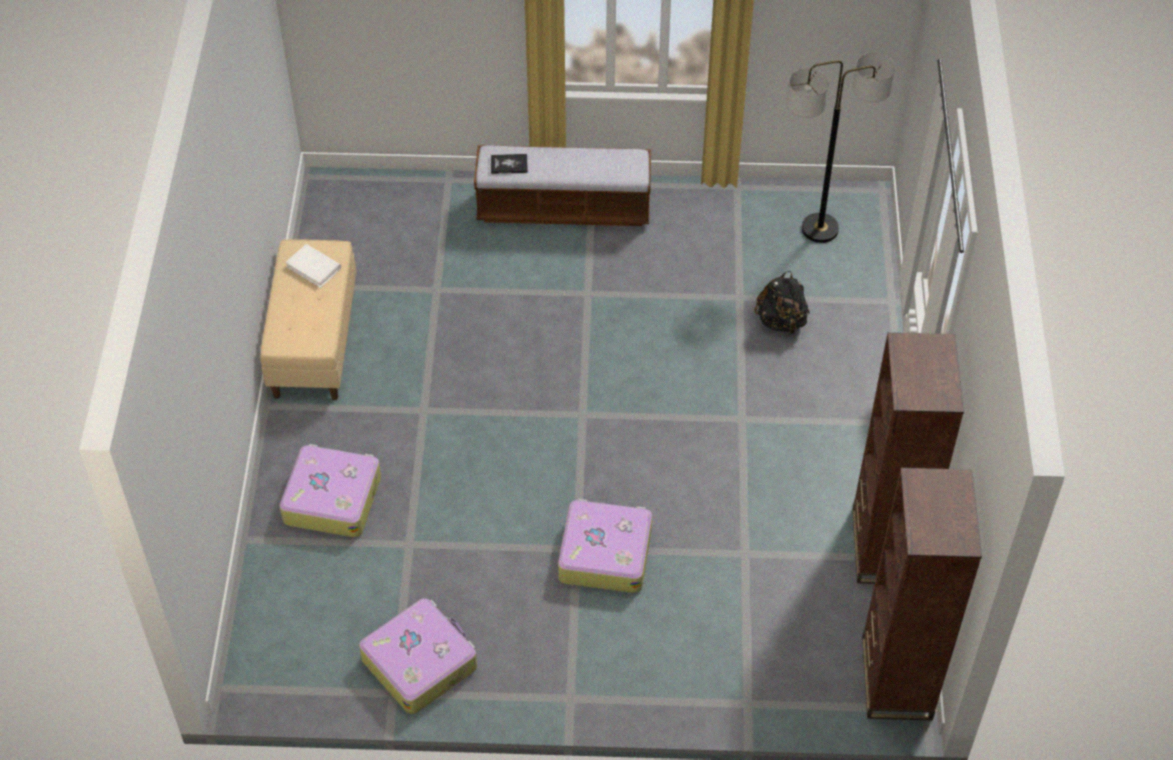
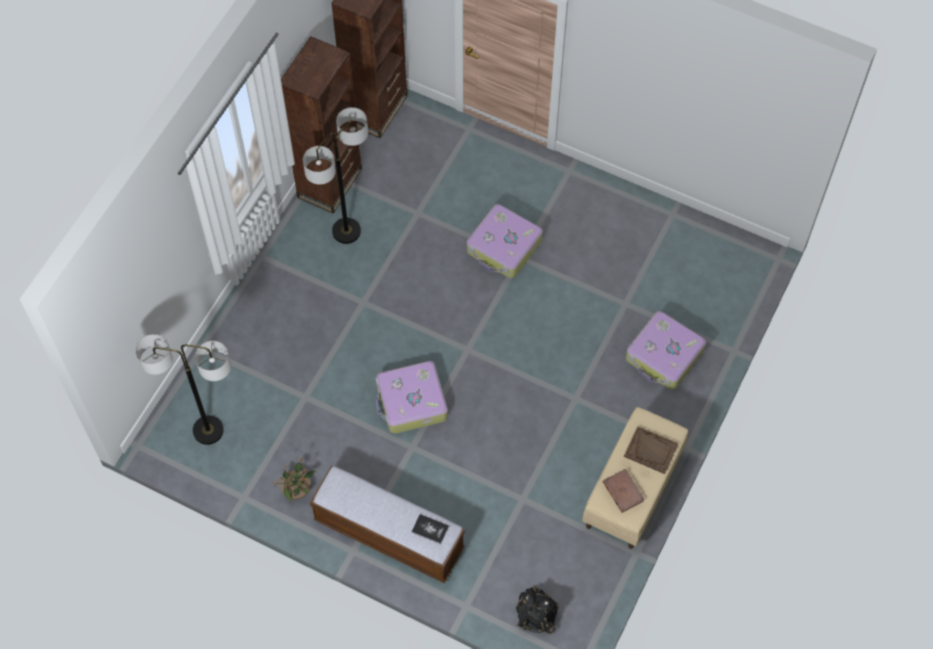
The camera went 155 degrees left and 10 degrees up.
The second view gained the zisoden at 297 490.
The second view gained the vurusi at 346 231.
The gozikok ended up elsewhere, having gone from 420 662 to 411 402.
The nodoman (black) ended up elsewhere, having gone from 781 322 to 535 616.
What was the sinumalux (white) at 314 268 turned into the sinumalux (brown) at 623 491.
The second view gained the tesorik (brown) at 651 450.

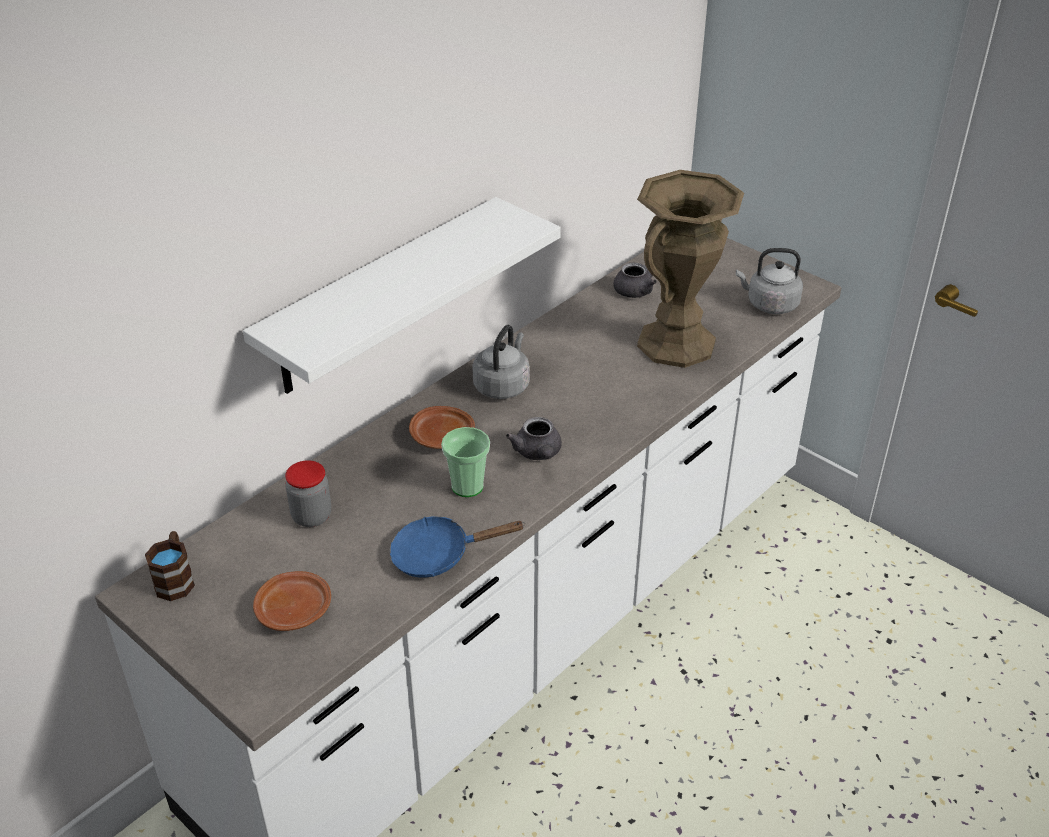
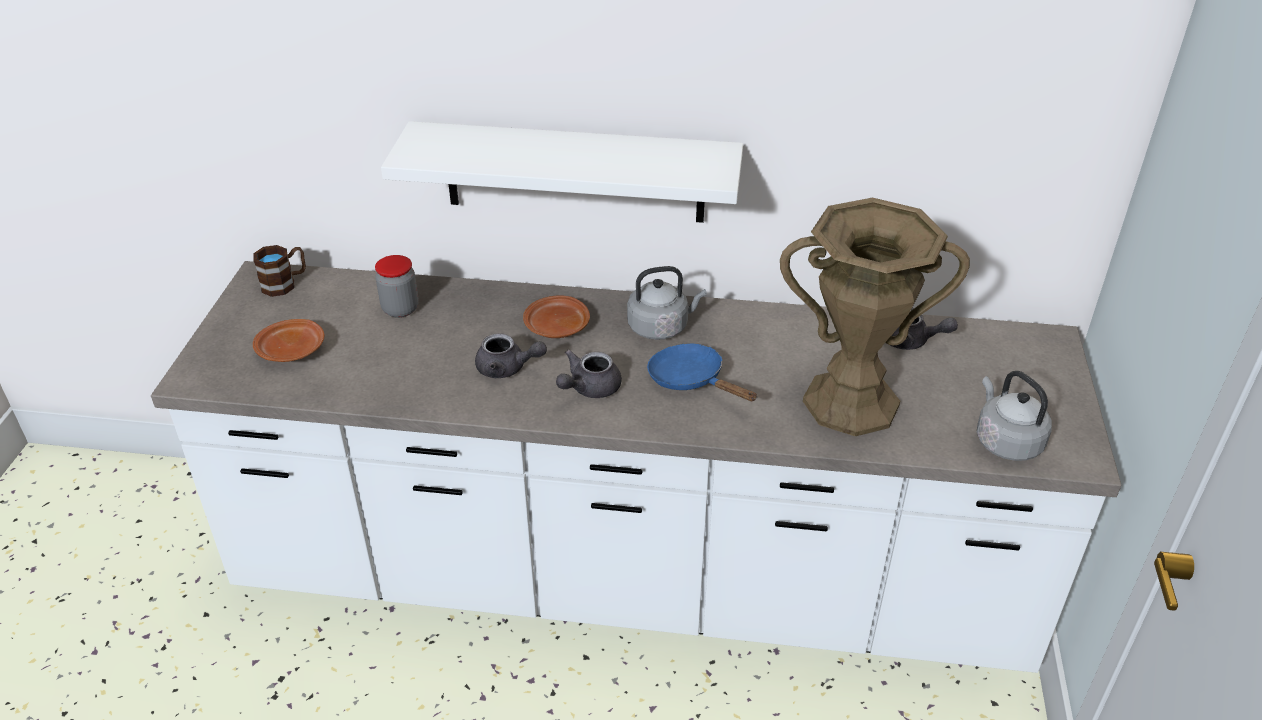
The camera went 55 degrees right and 0 degrees up.
Where the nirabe stood at 467 486, the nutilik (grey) came to stand at 507 368.
The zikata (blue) ended up elsewhere, having gone from 439 555 to 691 380.

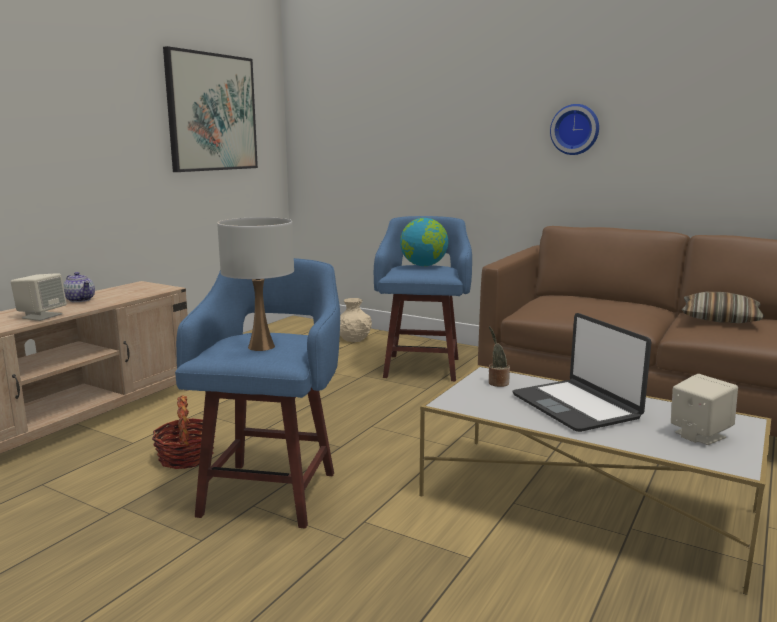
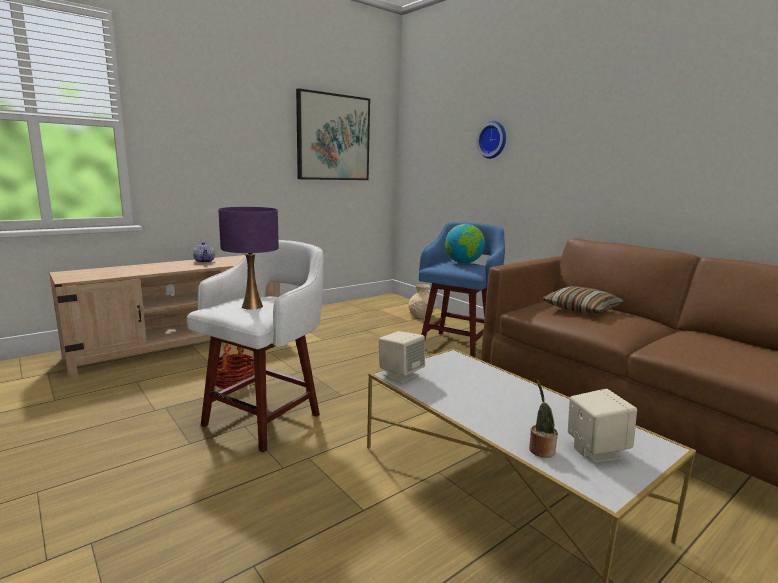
The camera went 20 degrees right and 0 degrees up.
What was the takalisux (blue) at 270 491 turned into the takalisux (white) at 265 418.
What was the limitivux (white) at 260 347 turned into the limitivux (purple) at 252 306.
The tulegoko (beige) ended up elsewhere, having gone from 42 316 to 400 375.
The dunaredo ended up elsewhere, having gone from 575 129 to 493 140.
The zisoden ended up elsewhere, having gone from 497 382 to 540 449.
The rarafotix ended up elsewhere, having gone from 720 319 to 581 310.
The second view lost the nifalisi at 576 406.

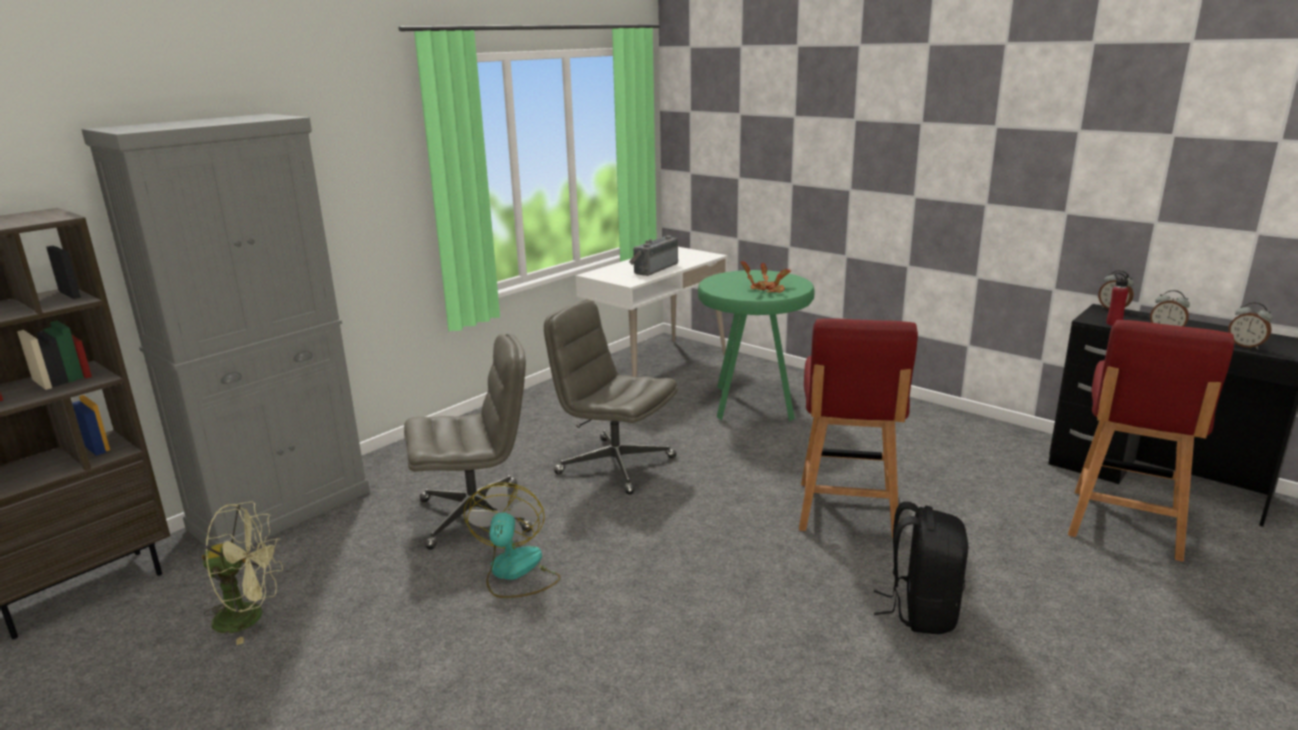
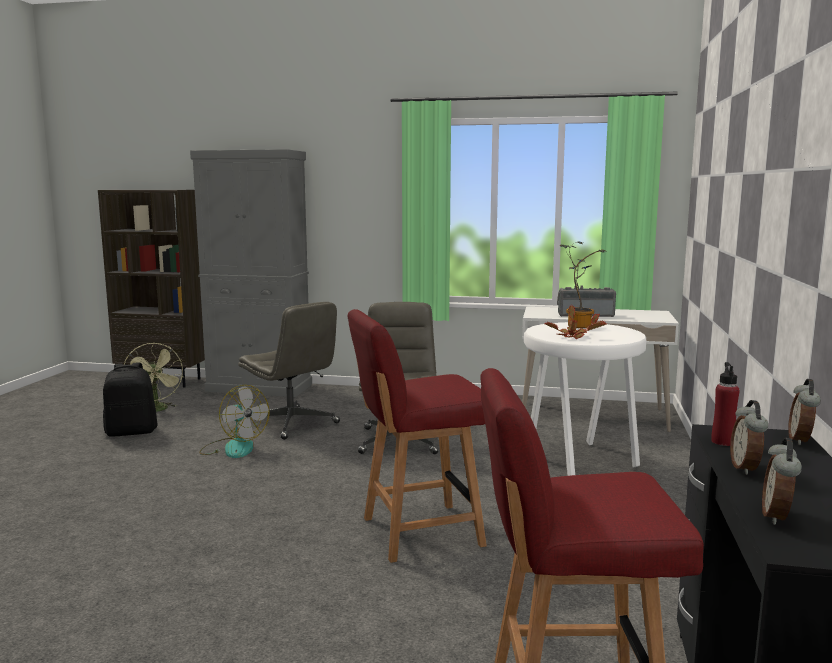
The camera went 60 degrees right and 10 degrees down.
The nodoman (black) ended up elsewhere, having gone from 920 611 to 132 432.
The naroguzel at 515 572 ended up facing another way, 75 degrees clockwise from before.
What was the takalisux (green) at 752 405 turned into the takalisux (white) at 578 461.
The second view gained the zisoden at 578 325.

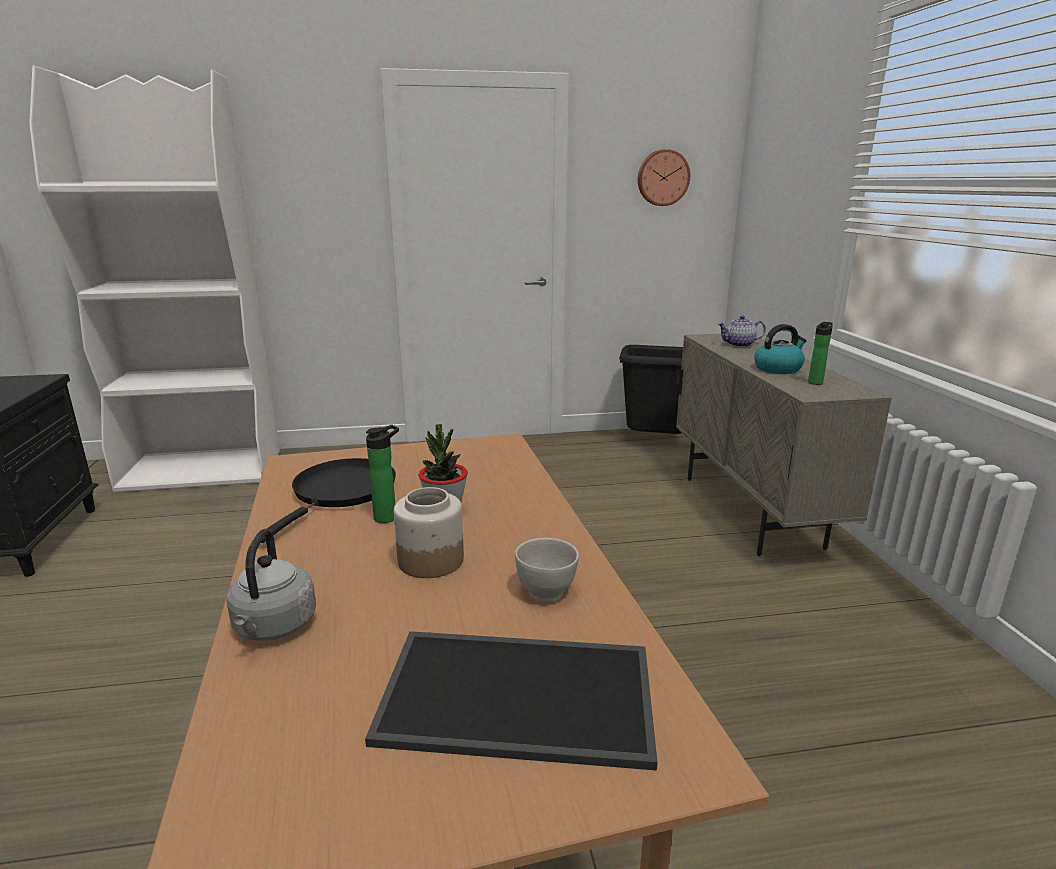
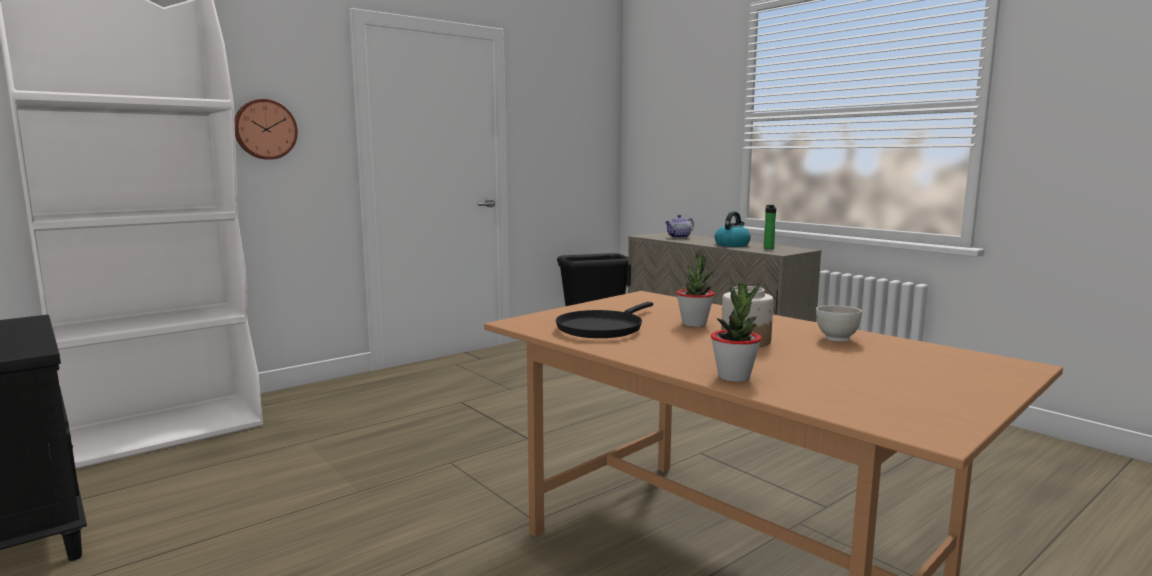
The camera went 30 degrees left and 10 degrees down.
The dunaredo ended up elsewhere, having gone from 662 178 to 265 129.
The zikata (black) at 341 492 ended up facing another way, 135 degrees counterclockwise from before.
Where the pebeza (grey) stood at 274 627, the zisoden came to stand at 734 377.
The second view lost the tesorik at 521 693.
The second view lost the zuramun at 388 517.

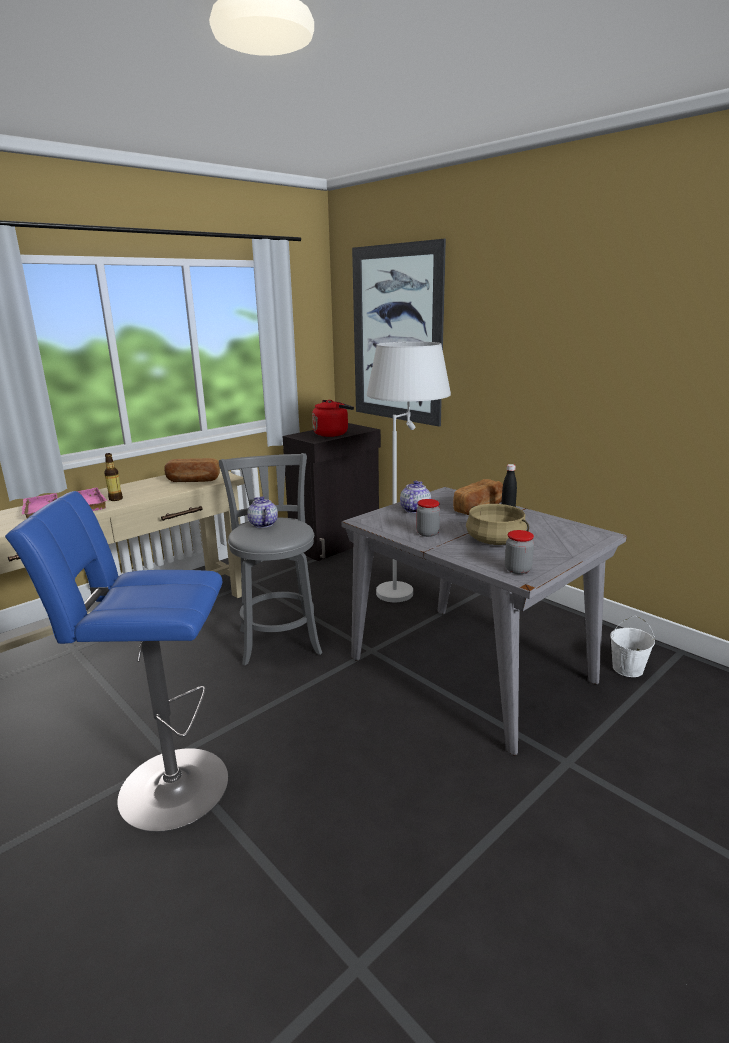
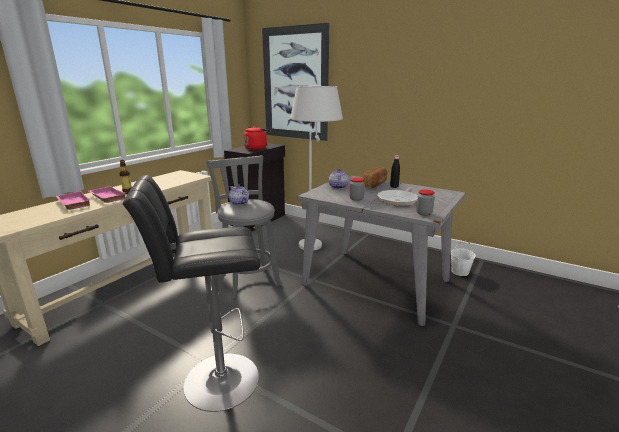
The camera went 15 degrees left and 0 degrees up.
What was the takalisux (blue) at 165 787 turned into the takalisux (black) at 215 381.
Where the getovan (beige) stood at 495 541, the zikata came to stand at 398 200.
The second view lost the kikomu at 193 480.

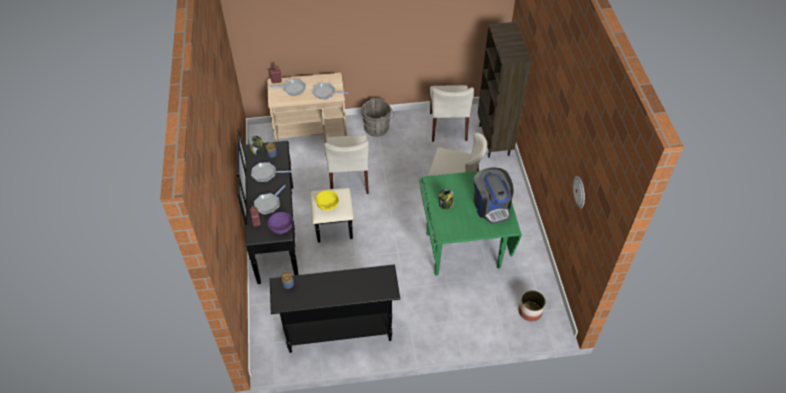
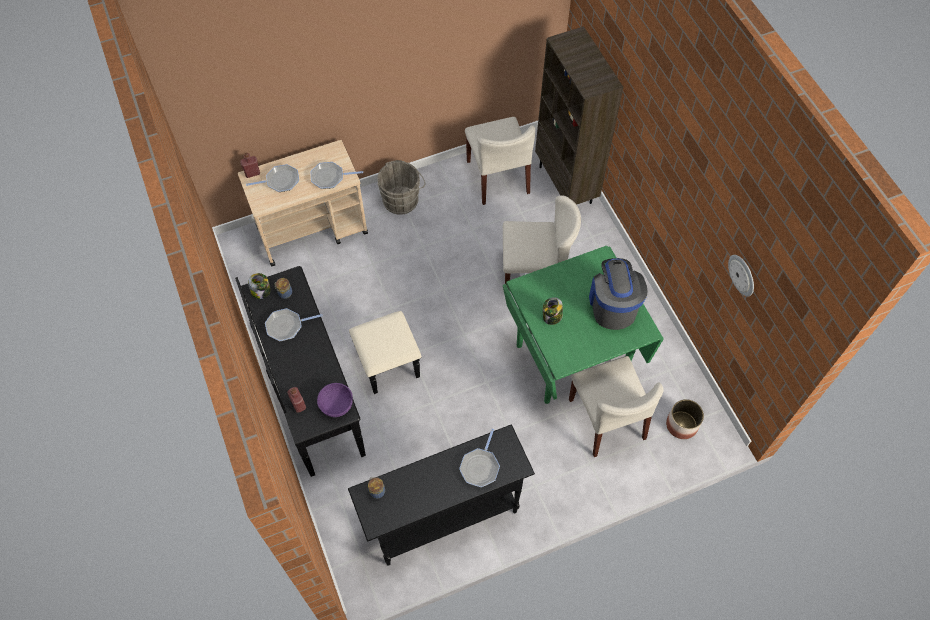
The camera went 15 degrees left and 10 degrees up.
The zikata ended up elsewhere, having gone from 268 204 to 480 466.
The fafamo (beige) ended up elsewhere, having gone from 349 178 to 607 419.
The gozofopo at 491 206 ended up facing another way, 150 degrees counterclockwise from before.
The second view lost the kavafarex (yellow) at 327 205.

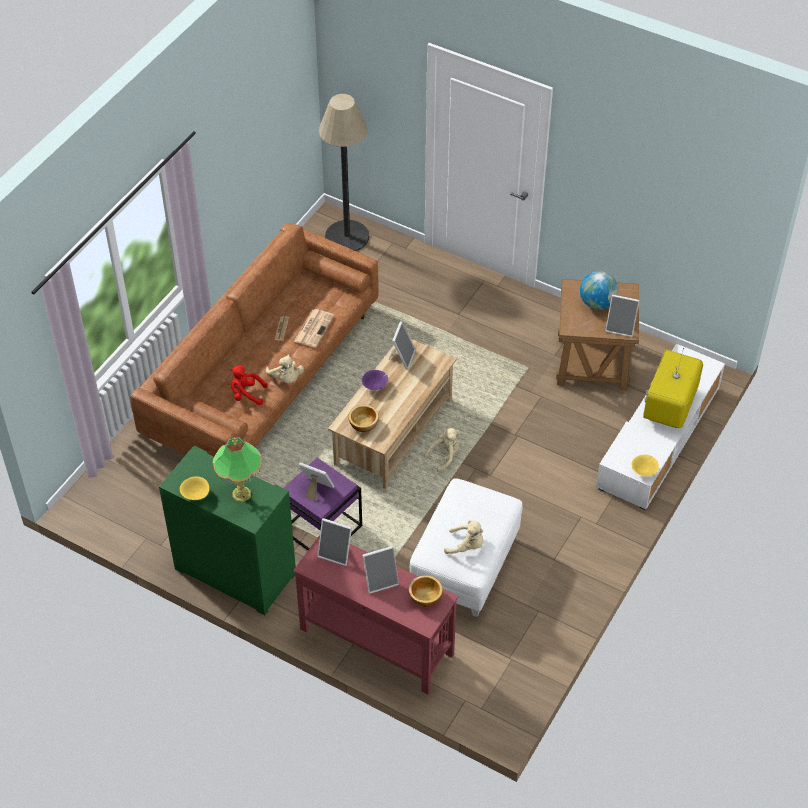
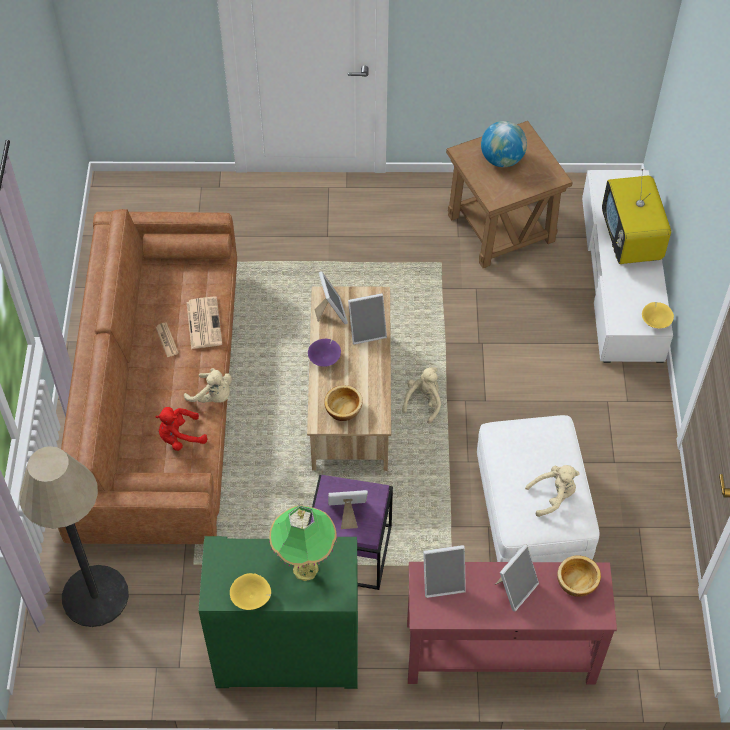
The camera went 30 degrees left and 5 degrees up.
The vurusi ended up elsewhere, having gone from 347 236 to 95 596.
The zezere ended up elsewhere, having gone from 620 327 to 367 331.

